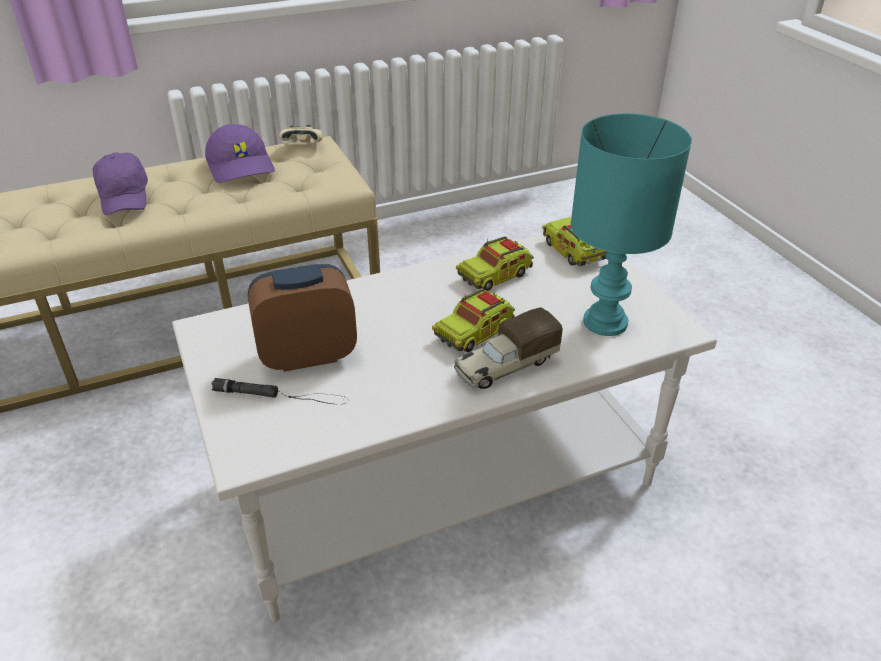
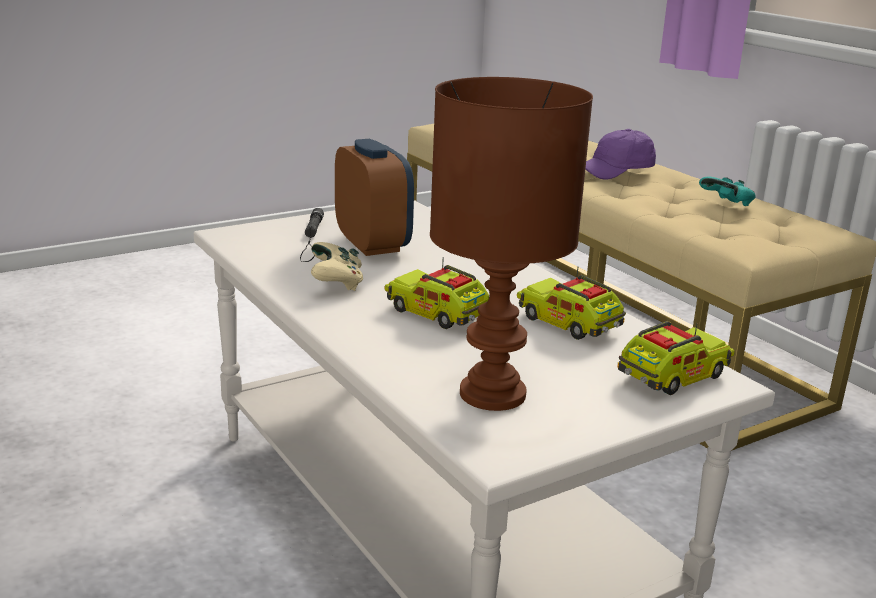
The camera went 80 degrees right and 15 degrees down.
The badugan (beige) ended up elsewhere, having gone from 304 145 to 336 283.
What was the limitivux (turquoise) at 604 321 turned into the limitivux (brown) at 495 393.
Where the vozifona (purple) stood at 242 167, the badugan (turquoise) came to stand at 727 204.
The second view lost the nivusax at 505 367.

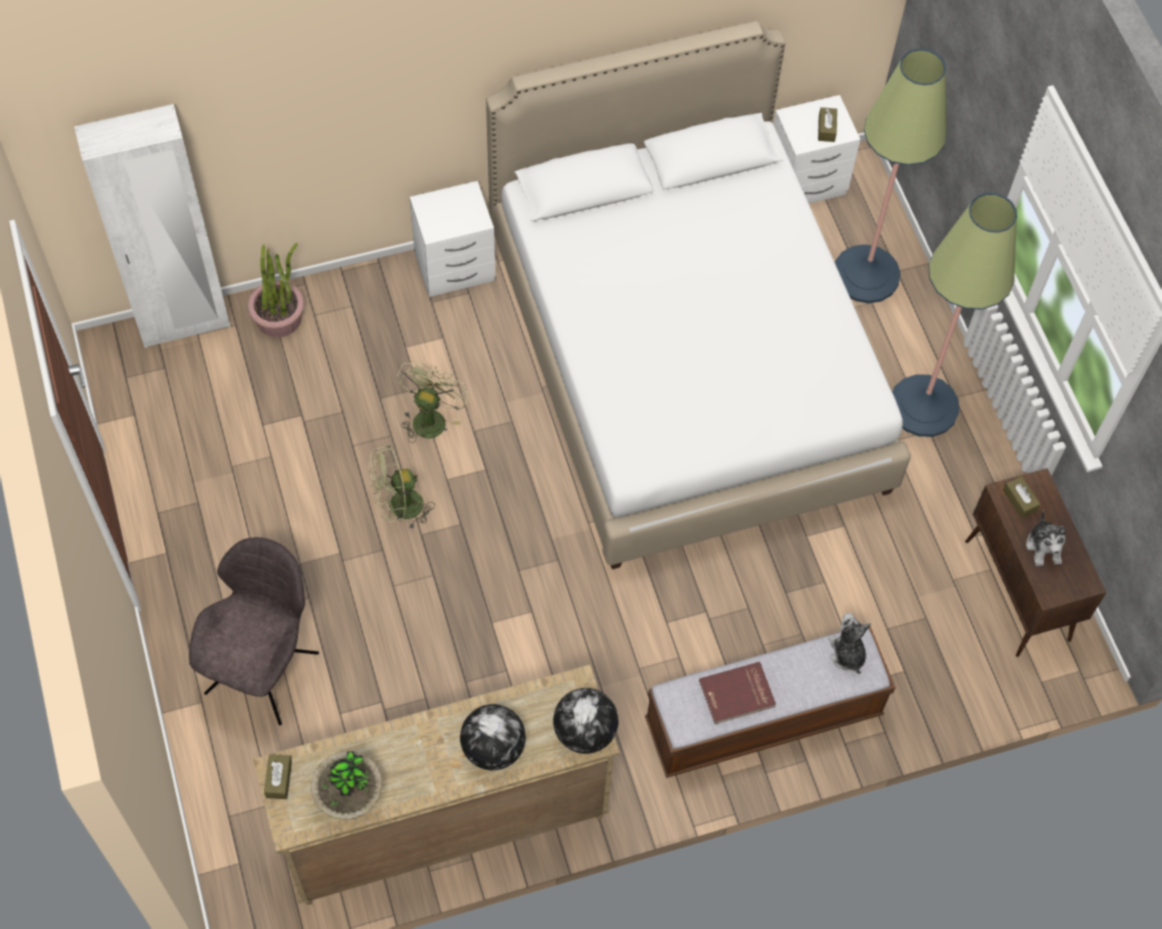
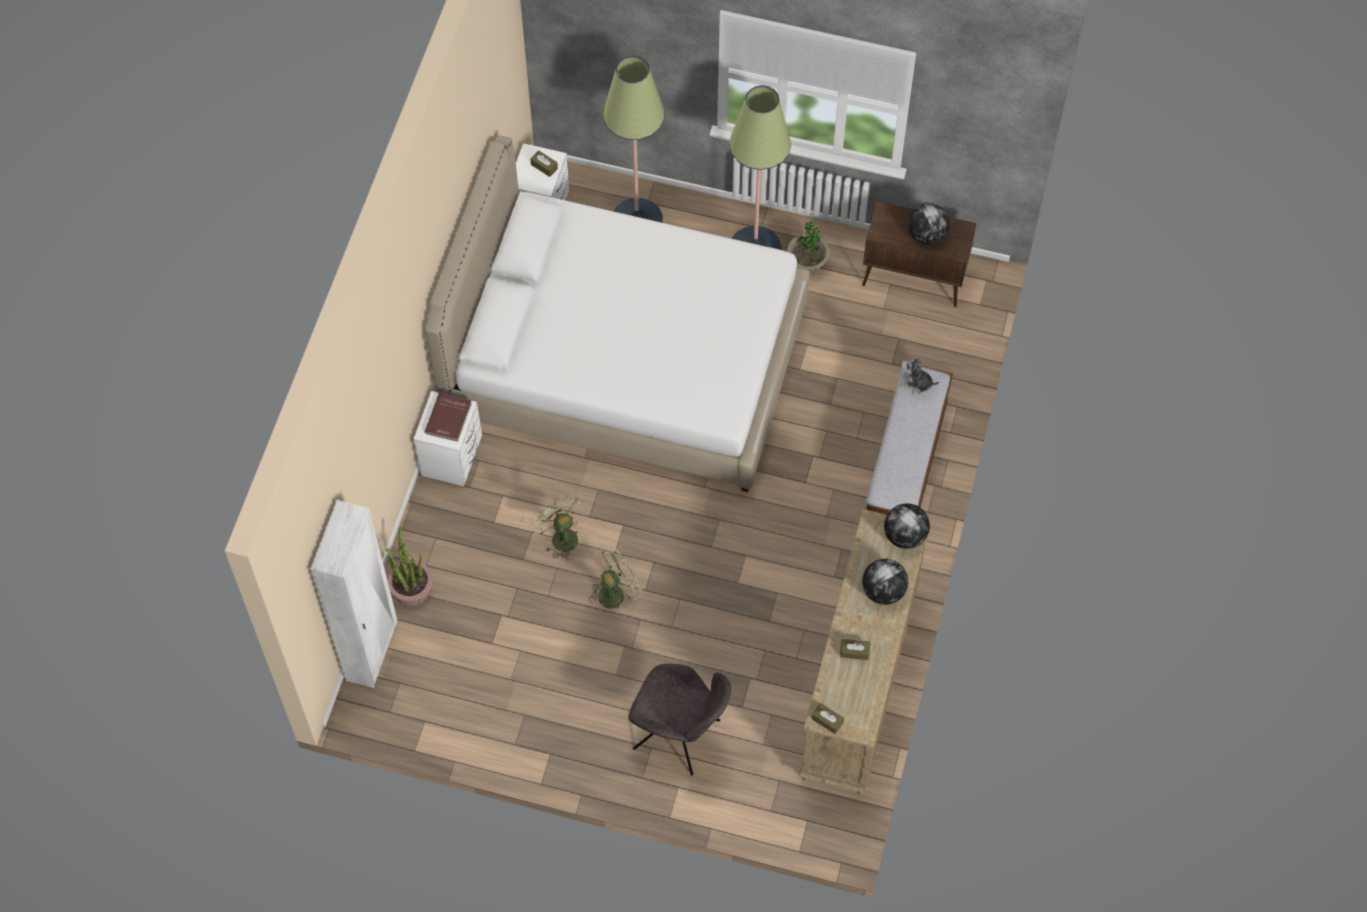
The camera went 55 degrees left and 0 degrees up.
The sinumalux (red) ended up elsewhere, having gone from 737 695 to 449 418.
The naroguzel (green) at 399 508 ended up facing another way, 135 degrees counterclockwise from before.
The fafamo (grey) at 264 669 ended up facing another way, 150 degrees clockwise from before.
The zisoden ended up elsewhere, having gone from 350 800 to 807 266.
The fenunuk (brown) ended up elsewhere, having gone from 1020 500 to 854 651.
Where the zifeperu stood at 1044 547, the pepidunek came to stand at 926 235.

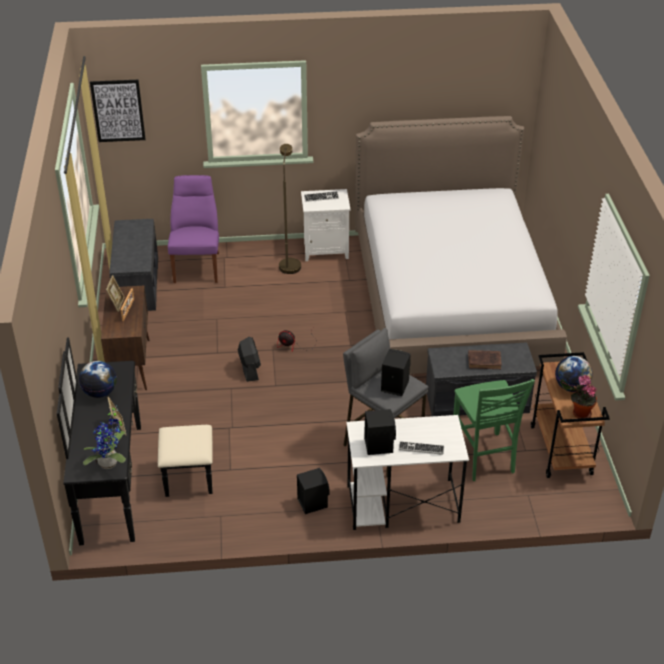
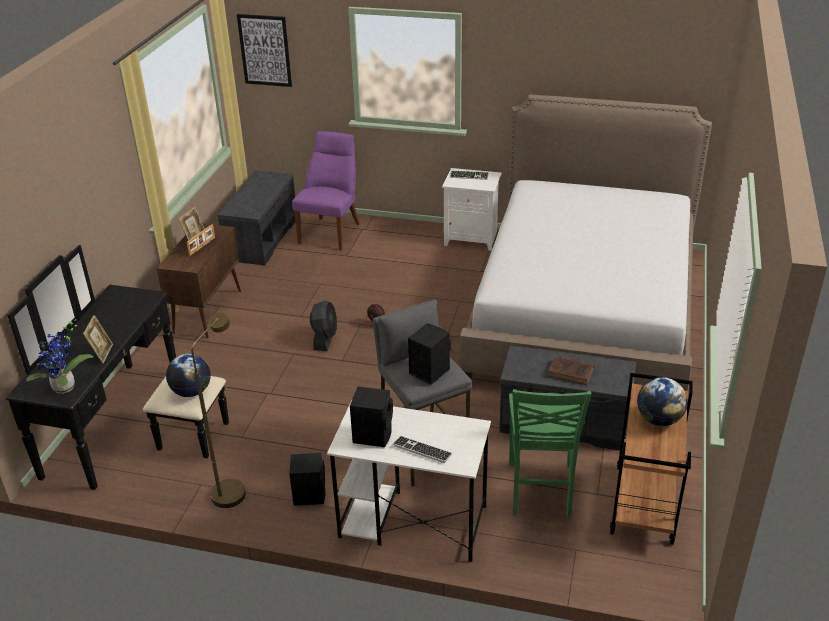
The camera went 20 degrees right and 5 degrees down.
The pepidunek ended up elsewhere, having gone from 100 392 to 192 392.
The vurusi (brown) ended up elsewhere, having gone from 289 263 to 232 488.
The second view lost the zisoden at 580 413.

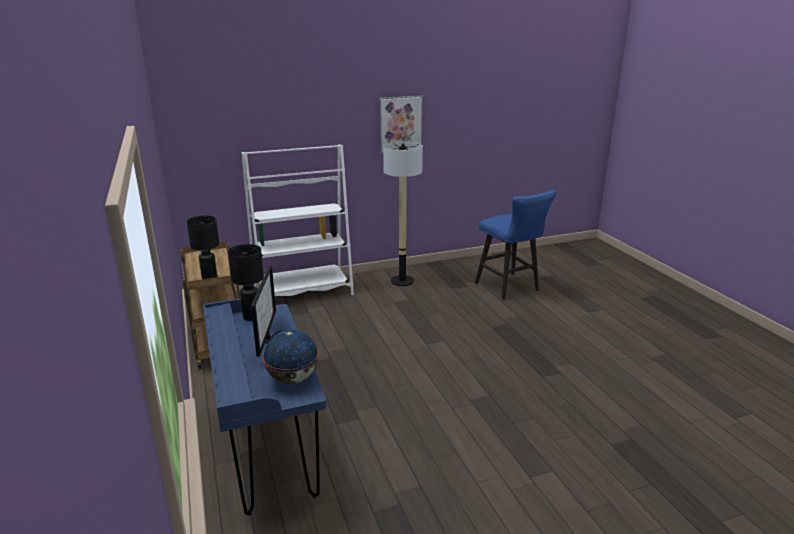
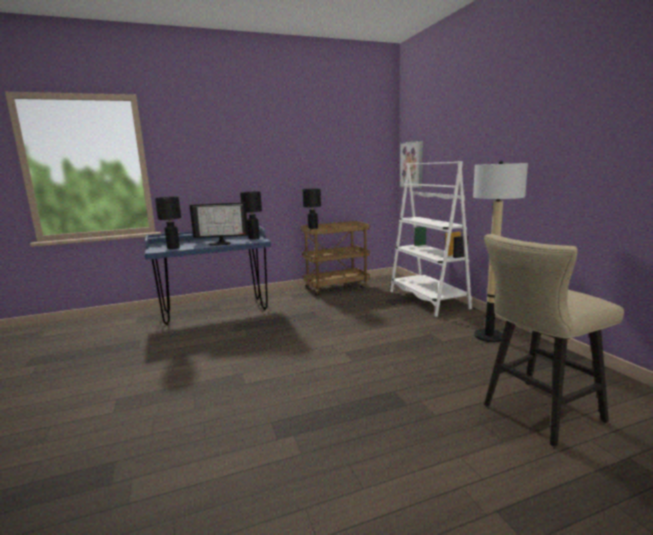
The camera went 90 degrees right and 10 degrees down.
Where the pepidunek stood at 292 379, the limitivux (black) came to stand at 173 248.
The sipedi ended up elsewhere, having gone from 400 124 to 412 165.
What was the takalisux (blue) at 510 288 turned into the takalisux (beige) at 536 414.

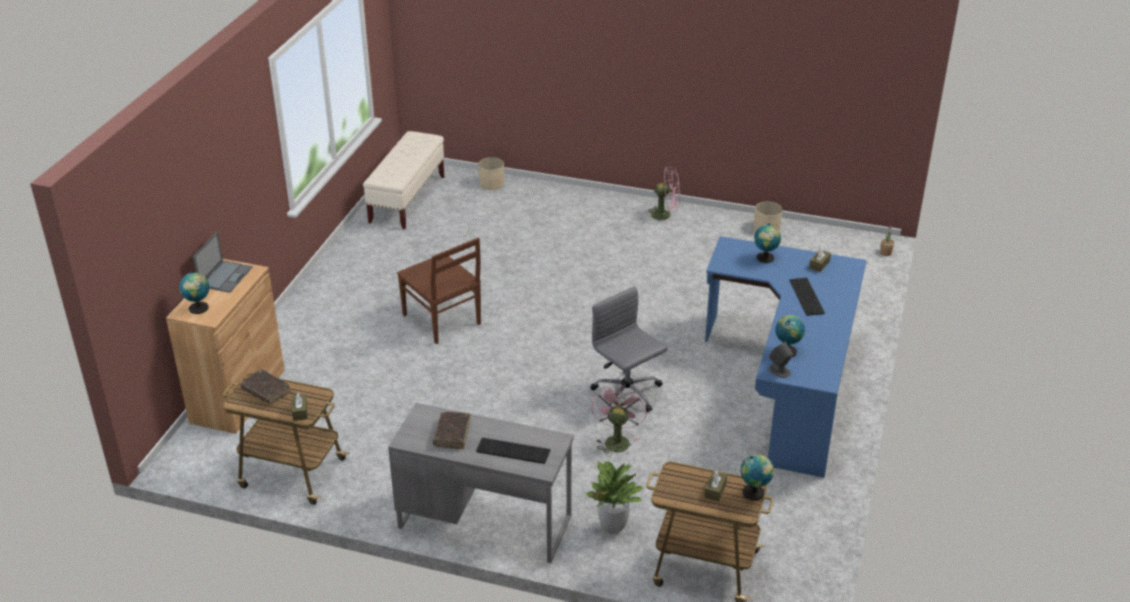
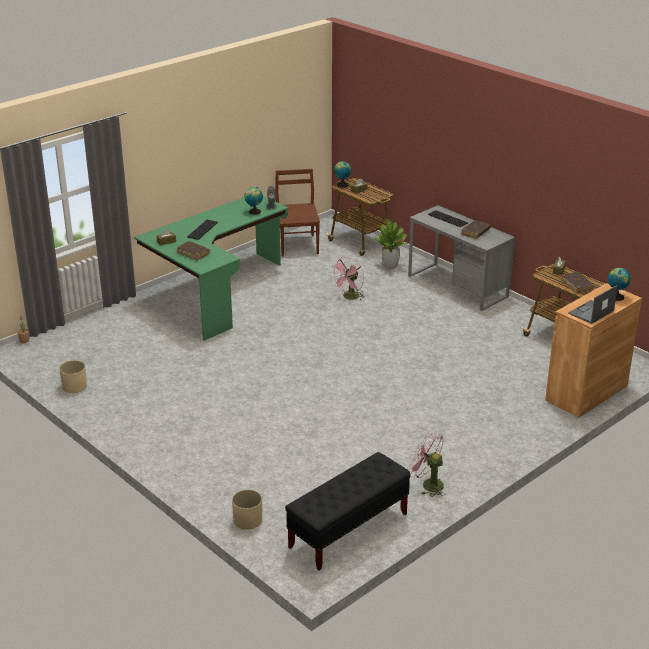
The camera went 150 degrees left and 5 degrees down.
What was the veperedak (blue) at 787 383 turned into the veperedak (green) at 214 293.
Where the pepidunek stood at 765 258, the sinumalux (brown) came to stand at 193 253.
The fafamo (brown) ended up elsewhere, having gone from 442 320 to 297 245.
What was the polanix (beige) at 407 199 turned into the polanix (black) at 348 531.
The naroguzel (pink) ended up elsewhere, having gone from 665 215 to 428 484.
The second view lost the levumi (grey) at 627 395.

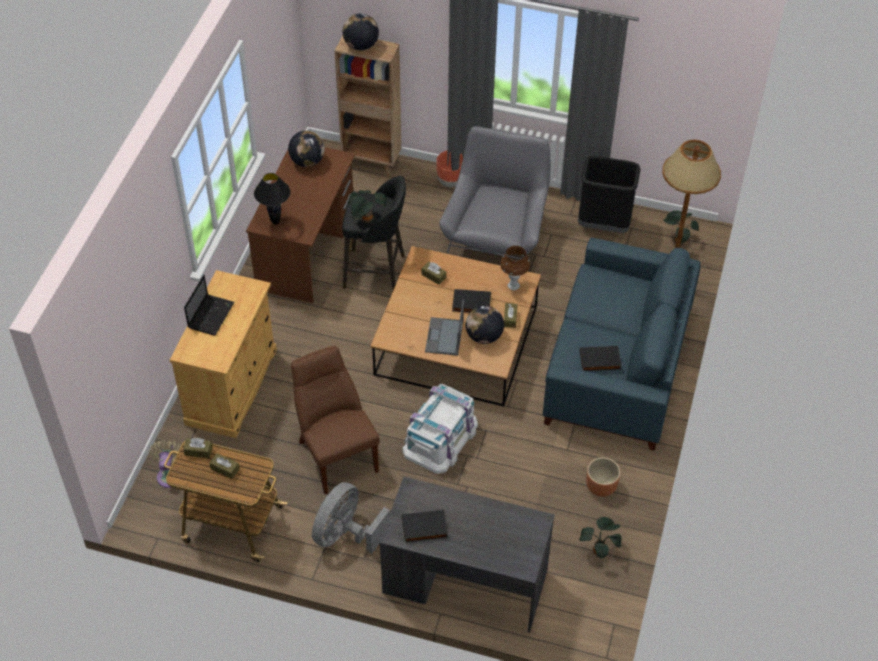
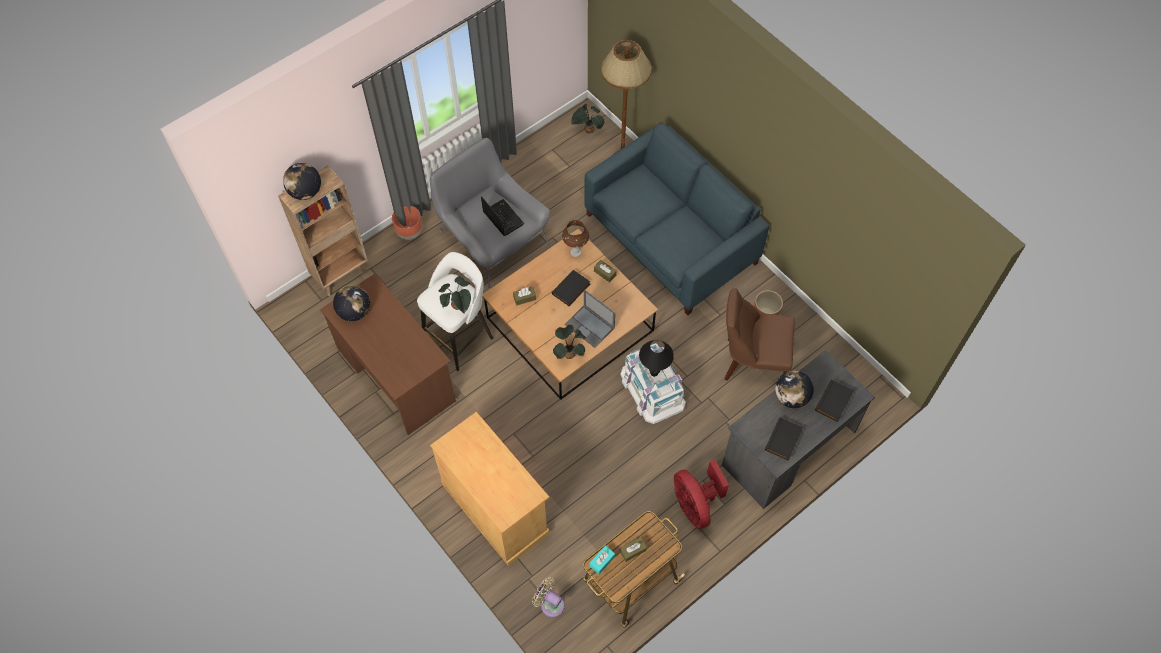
The camera went 55 degrees left and 10 degrees up.
What was the takalisux (black) at 376 272 turned into the takalisux (white) at 460 338.
The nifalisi ended up elsewhere, having gone from 211 314 to 502 218.
The zisoden ended up elsewhere, having gone from 599 551 to 569 353.
What was the fenunuk (brown) at 198 451 turned into the fenunuk (turquoise) at 602 561.
The limitivux (black) ended up elsewhere, having gone from 276 222 to 654 373.
What was the naroguzel (grey) at 346 534 turned into the naroguzel (red) at 695 504.
The fafamo (brown) ended up elsewhere, having gone from 336 453 to 752 361.
The pepidunek ended up elsewhere, having gone from 484 336 to 791 397.
The sinumalux (black) ended up elsewhere, having gone from 599 361 to 834 402.
The second view lost the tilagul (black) at 604 224.

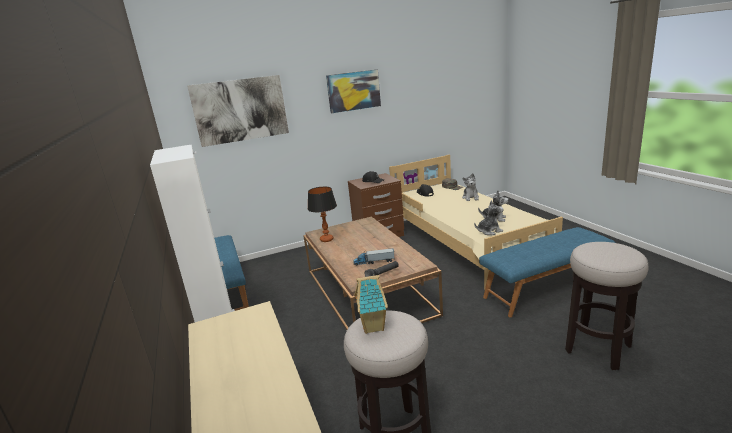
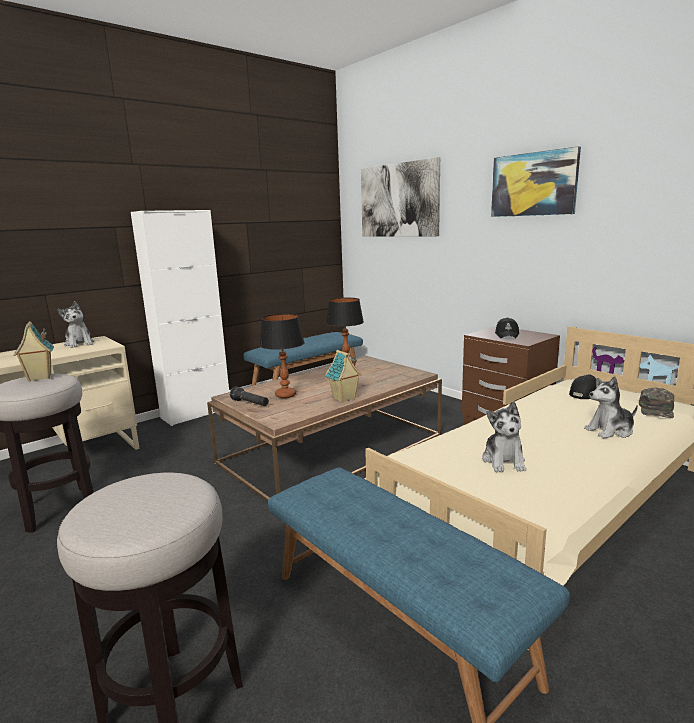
The camera went 70 degrees right and 5 degrees down.
The zifeperu ended up elsewhere, having gone from 489 231 to 79 344.
Where the nivusax stood at 374 262, the limitivux came to stand at 285 395.
The second view gained the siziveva at 344 399.

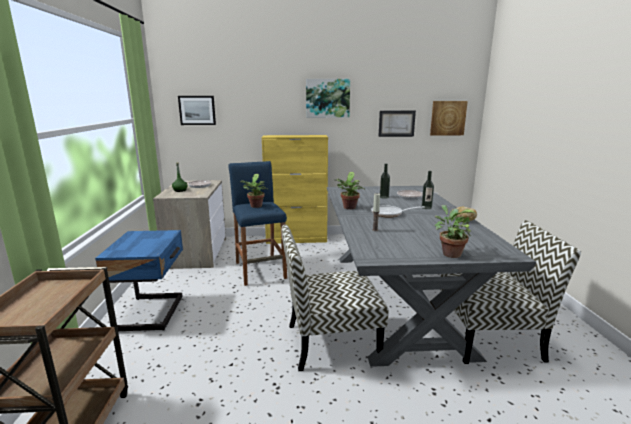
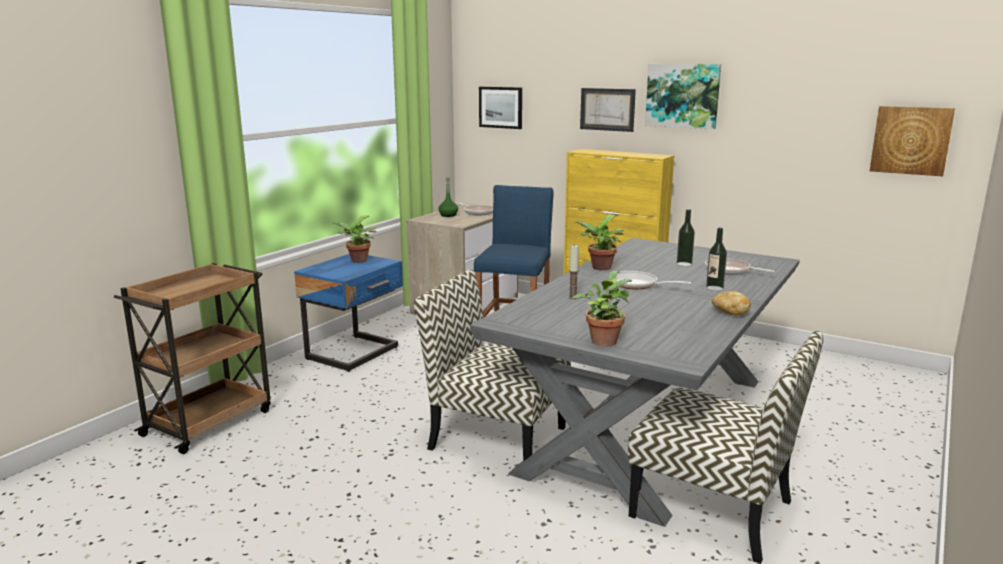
The camera went 35 degrees right and 0 degrees up.
The zisoden ended up elsewhere, having gone from 255 206 to 357 261.
The sipedi ended up elsewhere, having gone from 396 123 to 607 109.

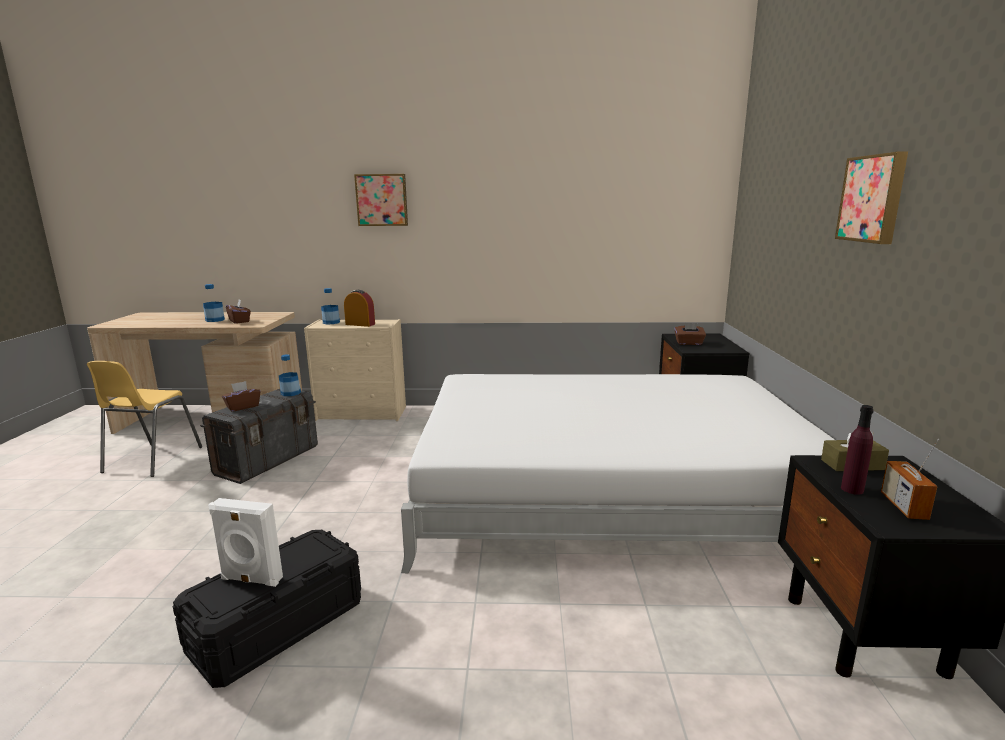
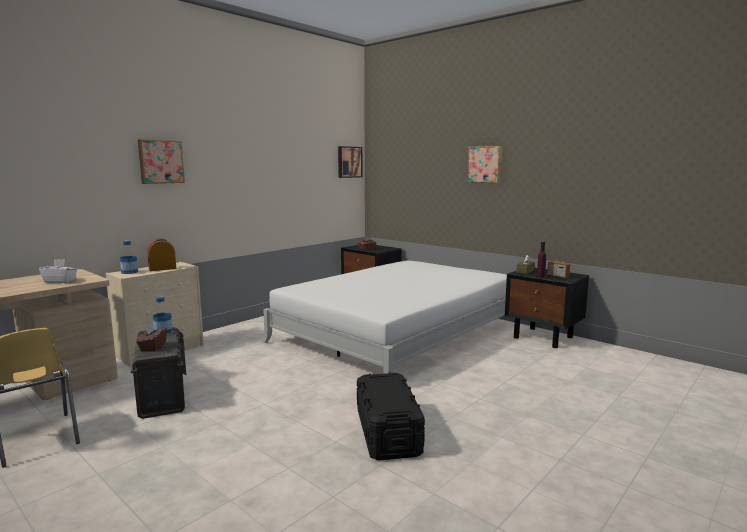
The camera went 50 degrees left and 5 degrees down.
What was the fenunuk (brown) at 239 321 turned into the fenunuk (white) at 60 281.
The second view gained the sipedi at 349 162.
The second view lost the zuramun at 215 320.
The second view lost the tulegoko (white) at 251 580.

